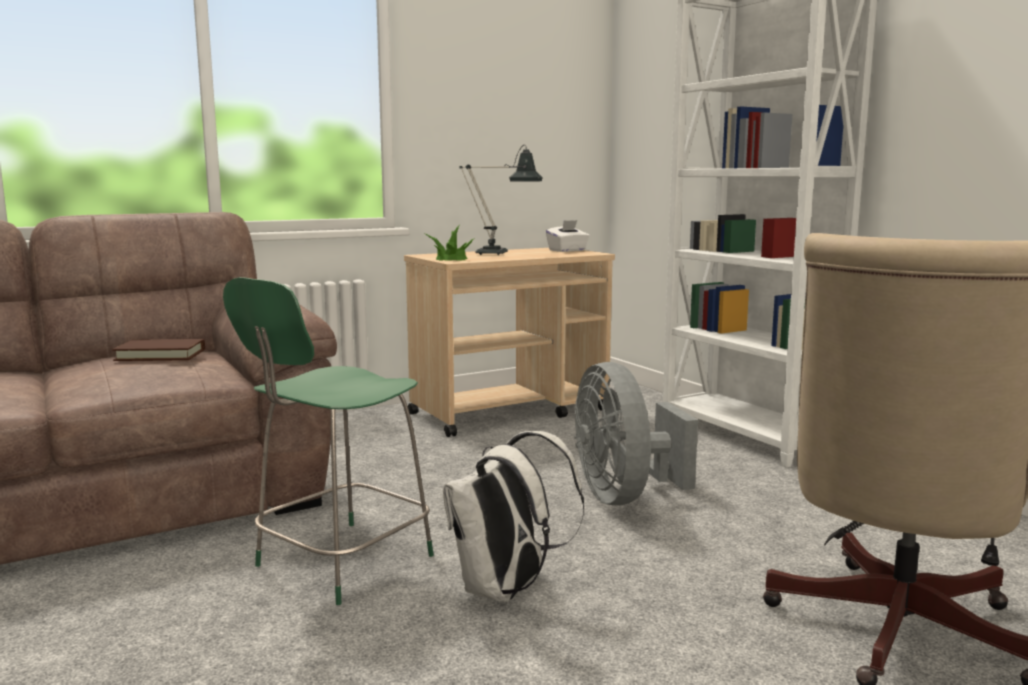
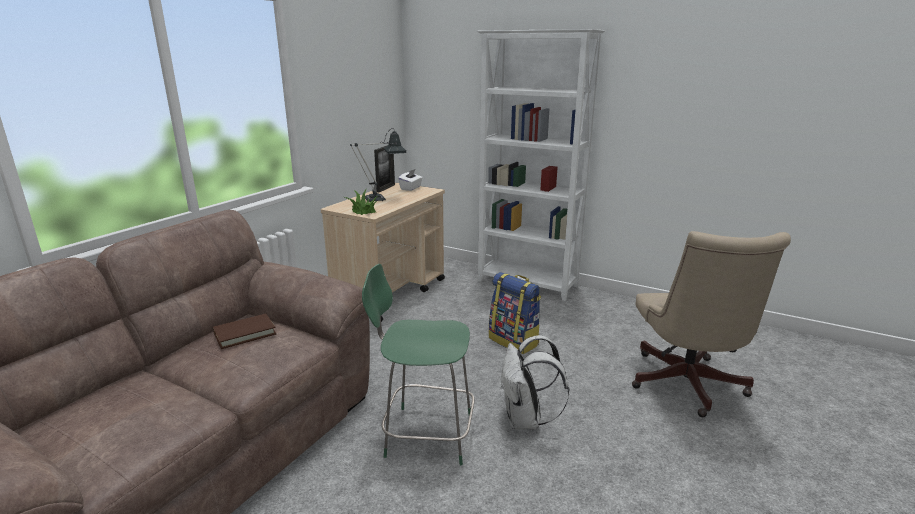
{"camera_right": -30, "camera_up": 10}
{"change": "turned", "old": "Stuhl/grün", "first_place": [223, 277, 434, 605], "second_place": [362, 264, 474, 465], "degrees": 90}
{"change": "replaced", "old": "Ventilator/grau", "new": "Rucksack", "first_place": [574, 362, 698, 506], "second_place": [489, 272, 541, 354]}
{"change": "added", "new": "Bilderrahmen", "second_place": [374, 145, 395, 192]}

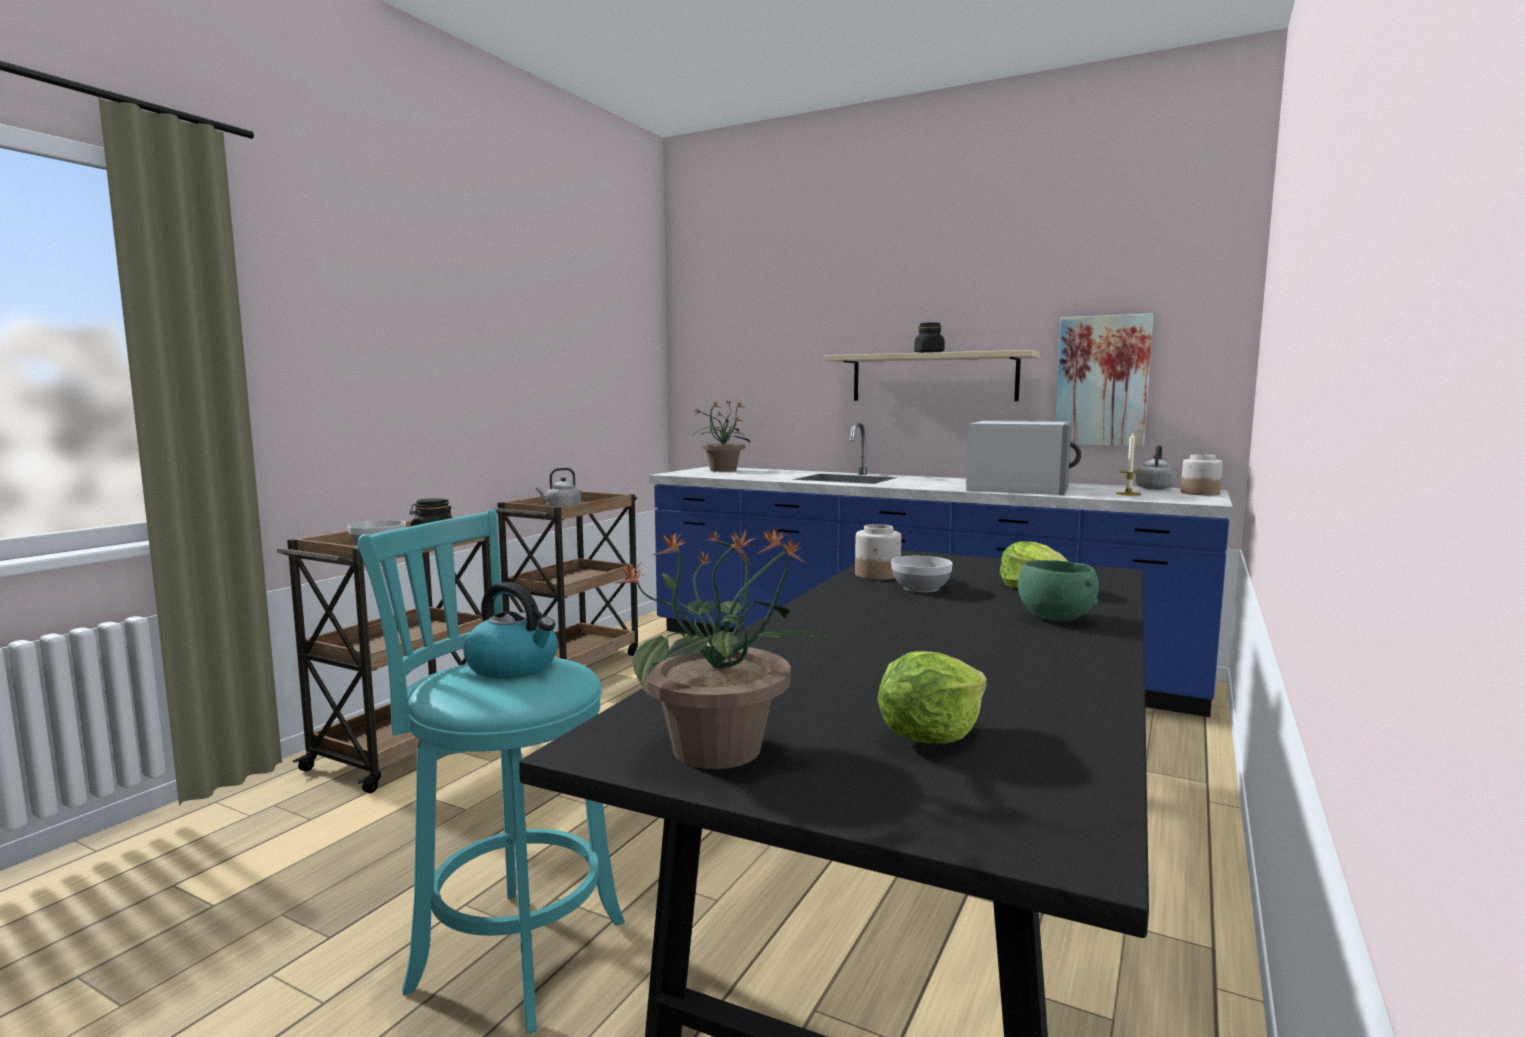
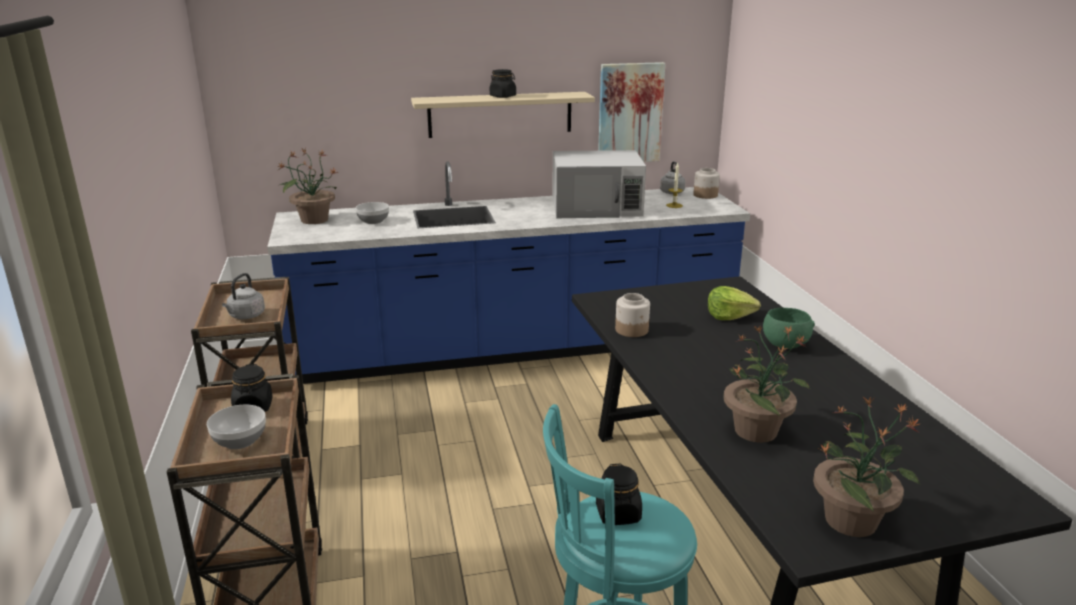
{"camera_right": -40, "camera_up": 15}
{"change": "turned", "old": "Mikrowelle/weiß", "first_place": [966, 420, 1081, 495], "second_place": [552, 150, 646, 218], "degrees": 105}
{"change": "moved", "old": "Schüssel", "first_place": [891, 556, 953, 592], "second_place": [355, 202, 389, 224]}
{"change": "replaced", "old": "Wasserkessel", "new": "Vorratsglas/schwarz", "first_place": [464, 582, 558, 679], "second_place": [596, 463, 642, 525]}
{"change": "removed", "old": "Salatkopf", "first_place": [877, 651, 987, 743]}
{"change": "added", "new": "Topfpflanze", "second_place": [723, 326, 811, 443]}

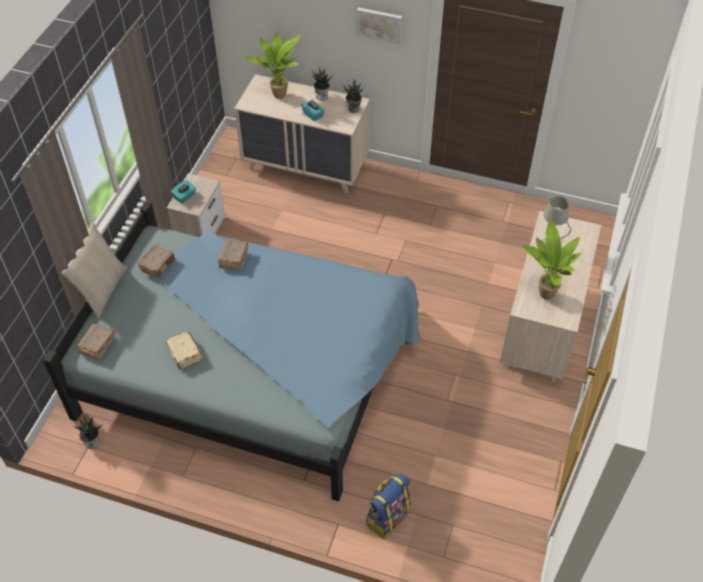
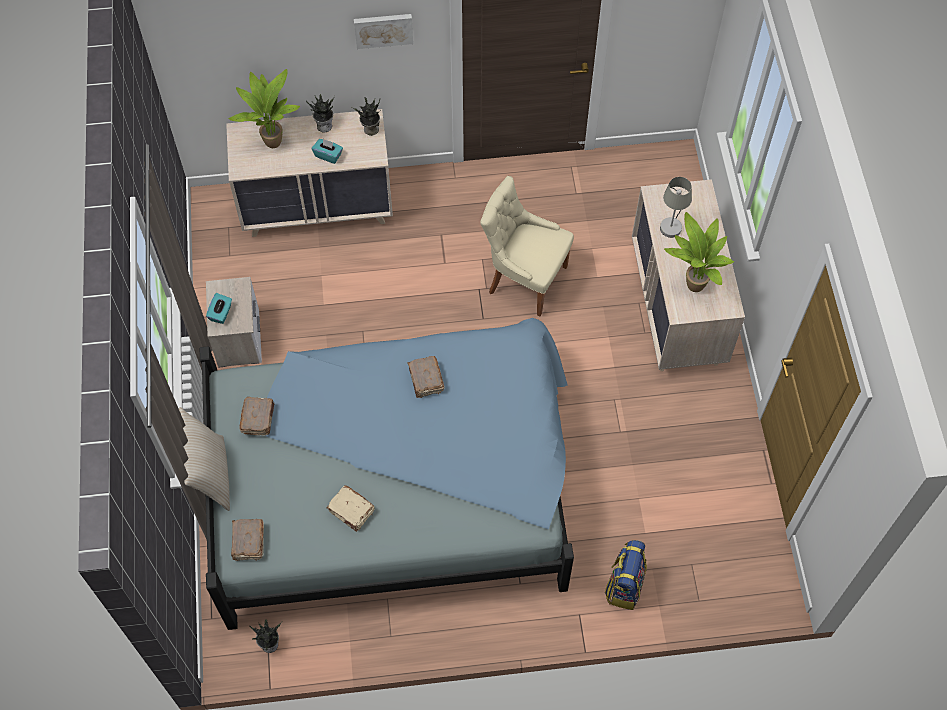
{"camera_right": -25, "camera_up": 10}
{"change": "moved", "old": "Buch/braun", "first_place": [218, 239, 248, 271], "second_place": [407, 356, 445, 398]}
{"change": "added", "new": "Stuhl/beige", "second_place": [480, 176, 574, 316]}

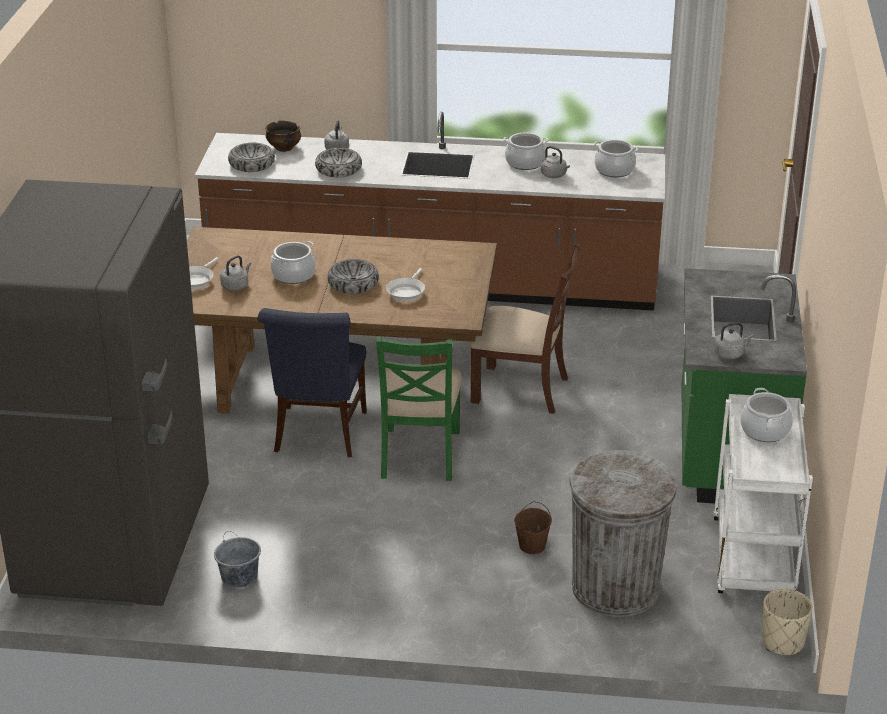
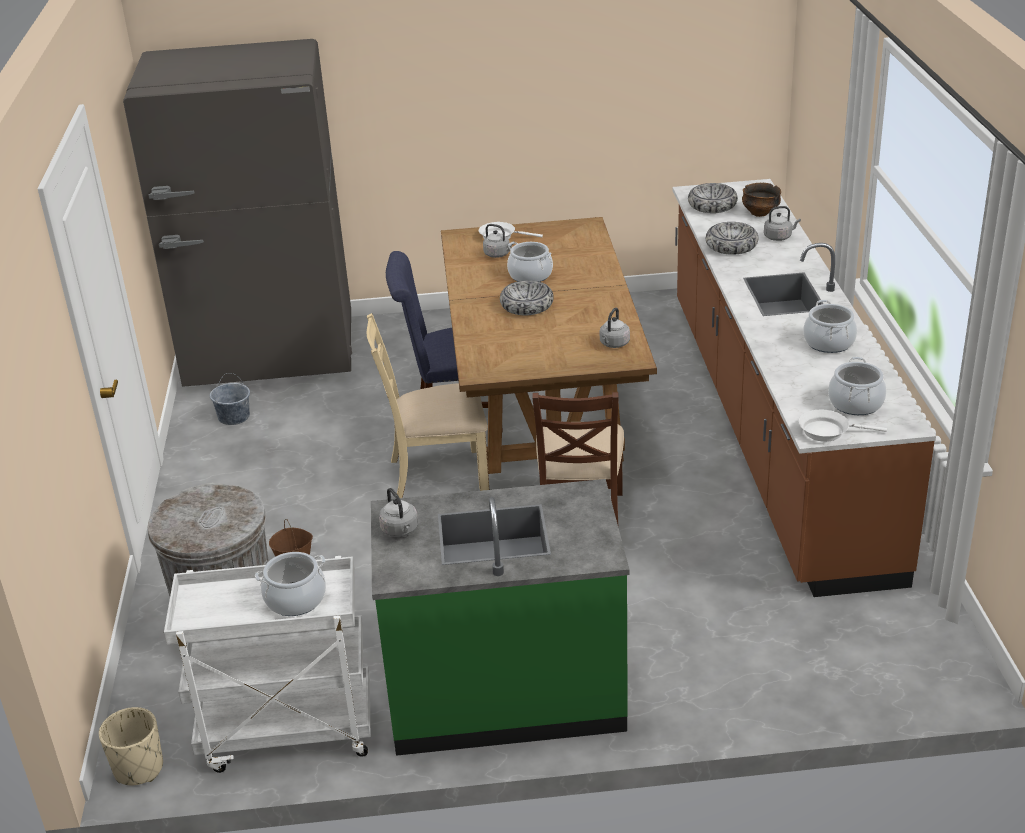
{"camera_right": 80, "camera_up": 0}
{"change": "moved", "old": "Wasserkessel/grau", "first_place": [541, 146, 570, 178], "second_place": [600, 308, 630, 348]}
{"change": "moved", "old": "Pfanne/weiß", "first_place": [386, 268, 425, 302], "second_place": [799, 410, 887, 442]}
{"change": "recoloured", "old": "Stuhl/grün", "new": "Stuhl/beige", "first_place": [376, 337, 462, 481], "second_place": [367, 313, 489, 498]}

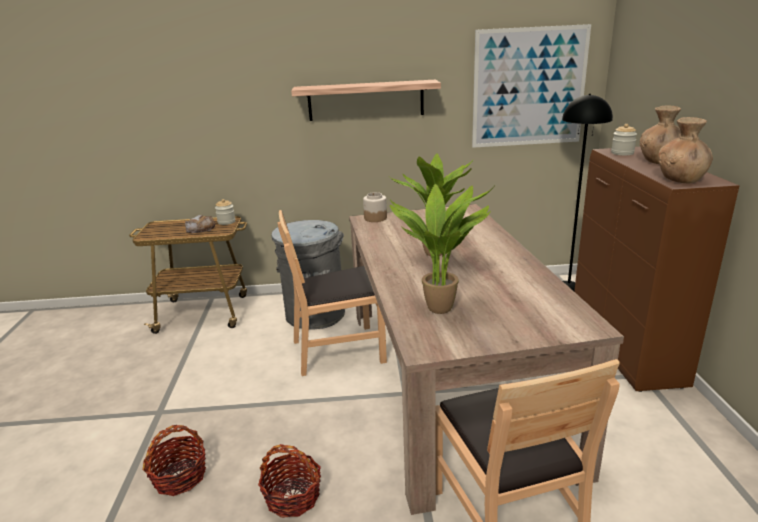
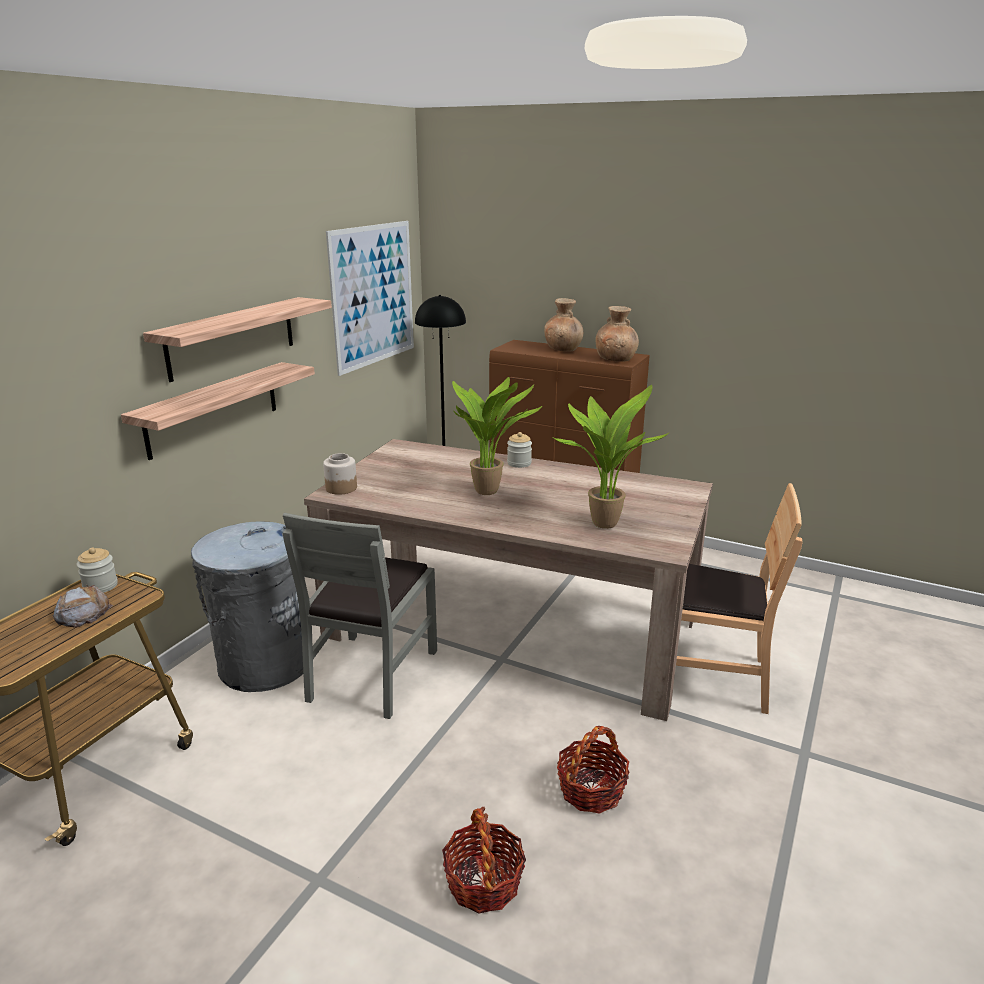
{"camera_right": -60, "camera_up": 0}
{"change": "moved", "old": "Vorratsglas", "first_place": [611, 124, 637, 156], "second_place": [507, 432, 532, 468]}
{"change": "recoloured", "old": "Stuhl/braun", "new": "Stuhl/grau", "first_place": [278, 210, 387, 376], "second_place": [283, 513, 437, 719]}
{"change": "added", "new": "Wandregal", "second_place": [121, 362, 315, 460]}

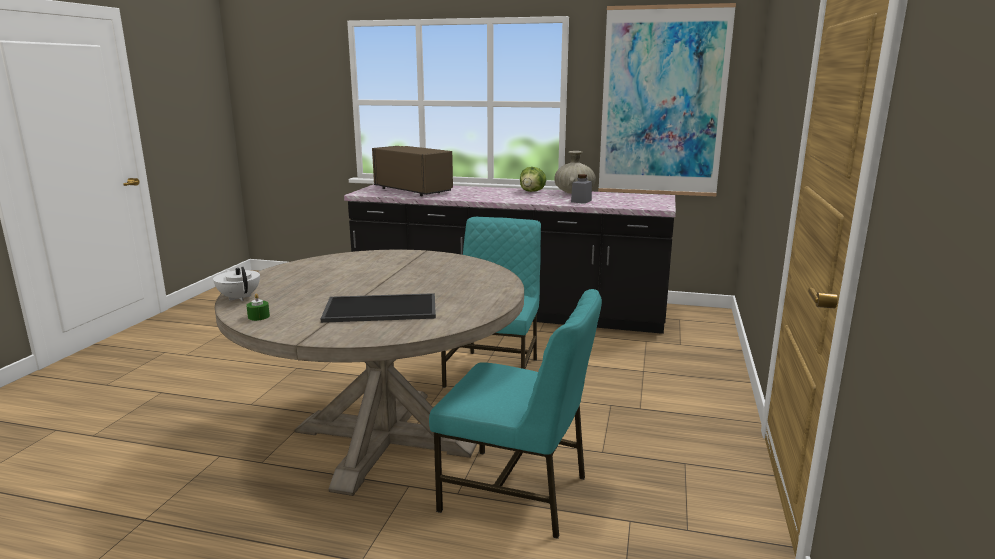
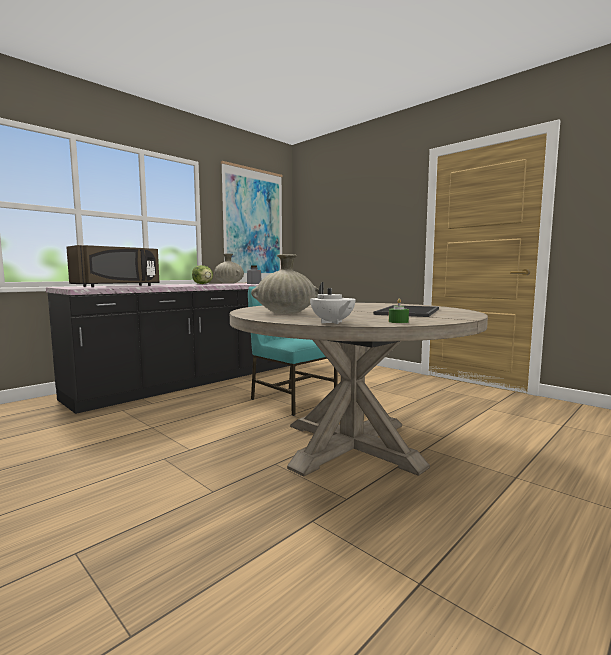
{"camera_right": -60, "camera_up": -10}
{"change": "turned", "old": "Mikrowelle/braun", "first_place": [372, 146, 453, 196], "second_place": [66, 245, 160, 287], "degrees": 150}
{"change": "turned", "old": "Teekanne/weiß", "first_place": [213, 267, 260, 301], "second_place": [310, 282, 356, 324], "degrees": -105}
{"change": "removed", "old": "Stuhl/türkis", "first_place": [429, 289, 602, 539]}
{"change": "added", "new": "Vase/beige", "second_place": [251, 254, 319, 314]}

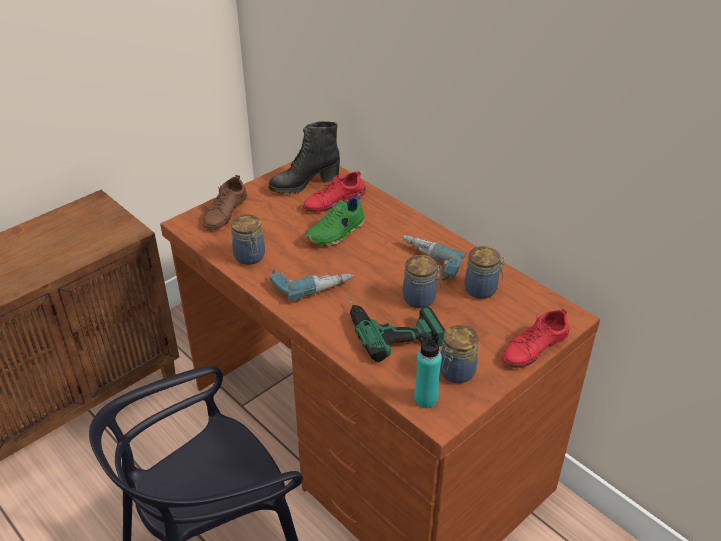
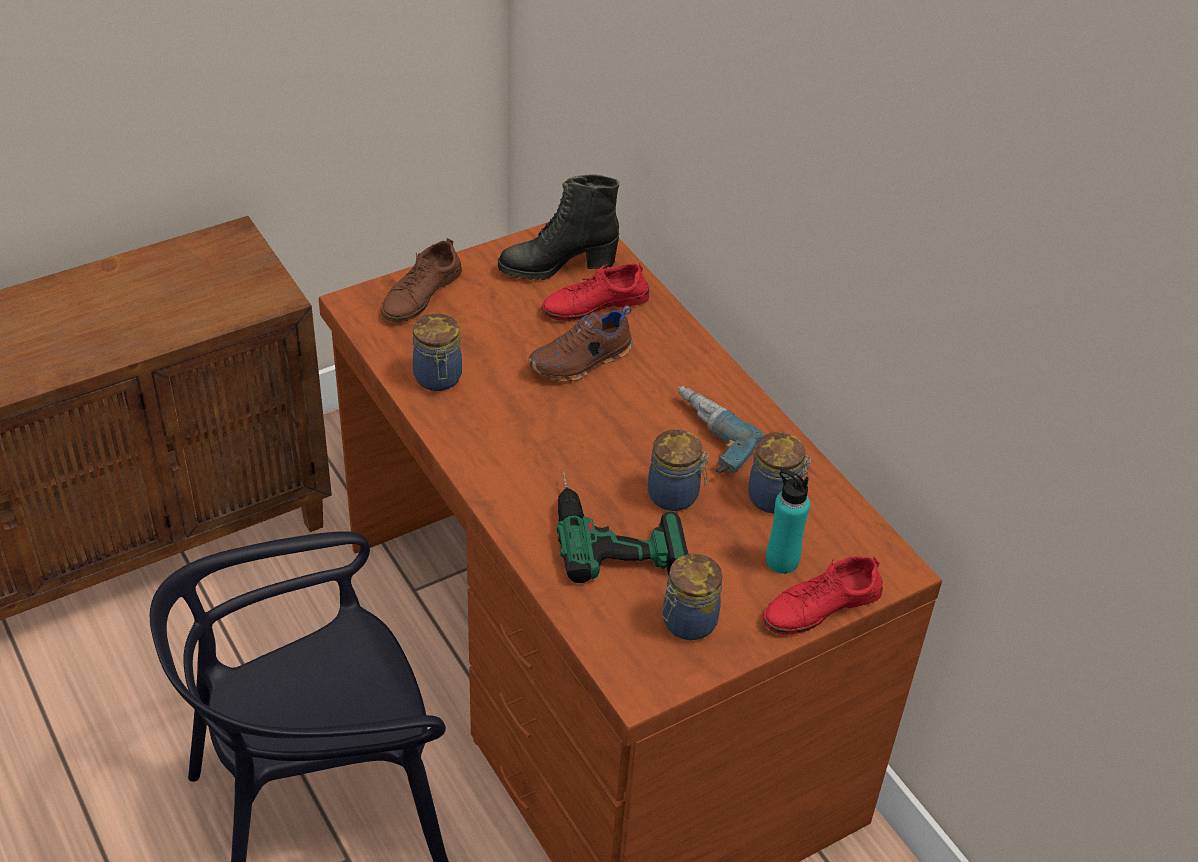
{"camera_right": 10, "camera_up": 5}
{"change": "recoloured", "old": "Schuh/grün", "new": "Schuh/braun", "first_place": [306, 194, 365, 246], "second_place": [528, 305, 633, 382]}
{"change": "removed", "old": "Bohrmaschine", "first_place": [269, 270, 353, 301]}
{"change": "moved", "old": "Flasche/türkis", "first_place": [414, 334, 442, 408], "second_place": [766, 469, 810, 574]}

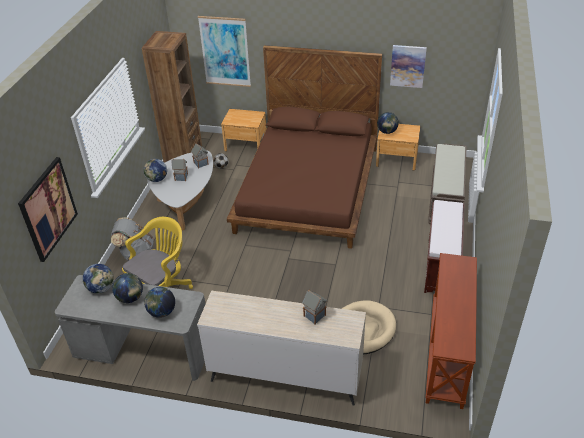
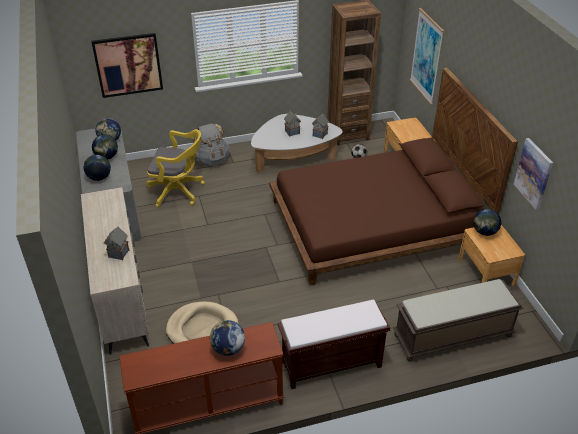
{"camera_right": 60, "camera_up": 0}
{"change": "moved", "old": "Globus", "first_place": [143, 159, 167, 182], "second_place": [210, 320, 245, 356]}

